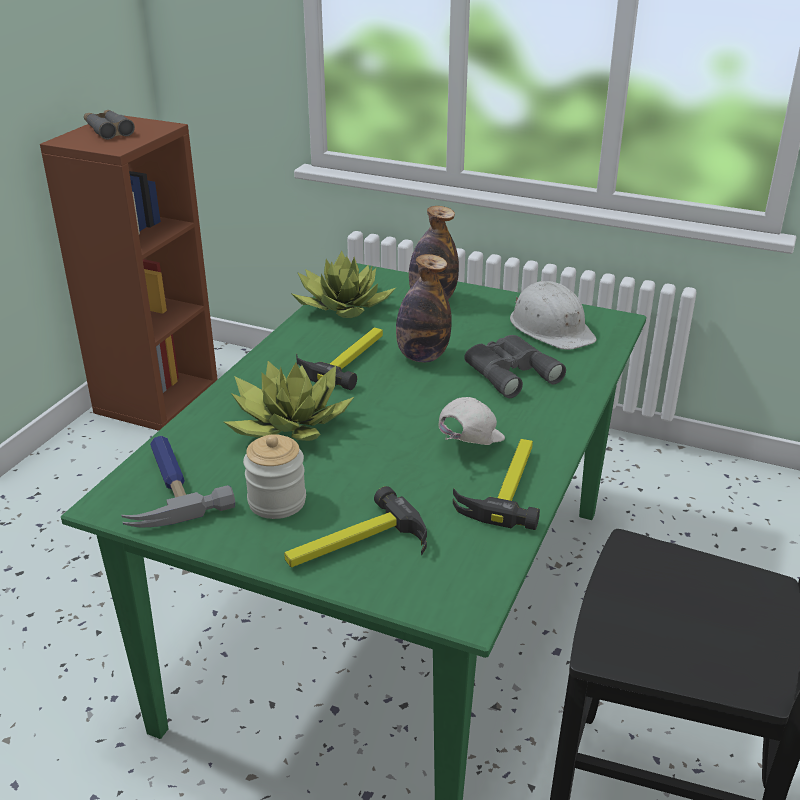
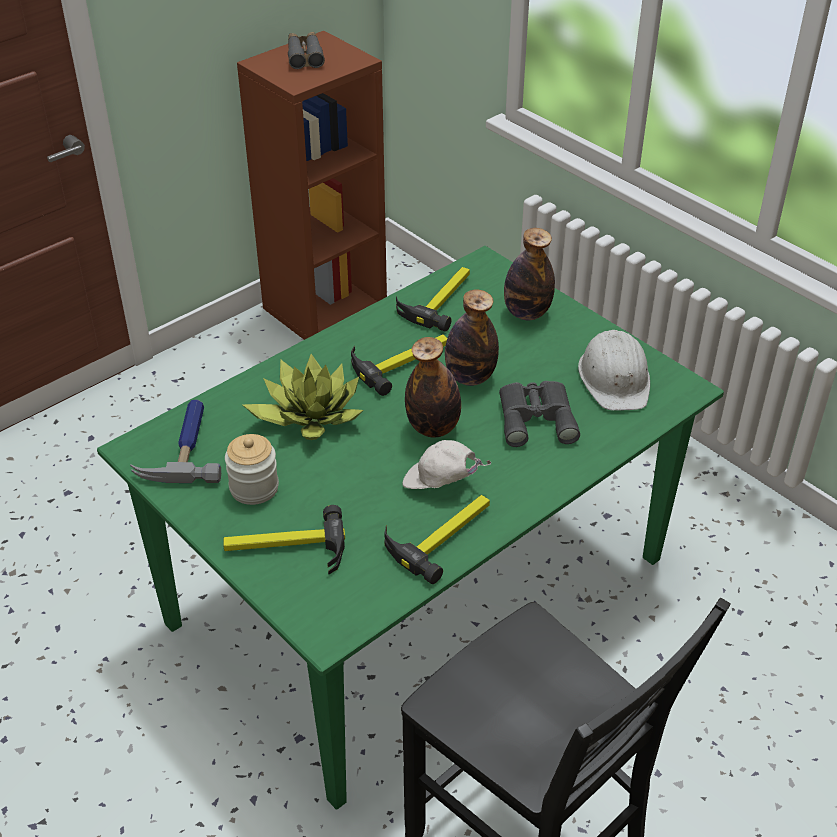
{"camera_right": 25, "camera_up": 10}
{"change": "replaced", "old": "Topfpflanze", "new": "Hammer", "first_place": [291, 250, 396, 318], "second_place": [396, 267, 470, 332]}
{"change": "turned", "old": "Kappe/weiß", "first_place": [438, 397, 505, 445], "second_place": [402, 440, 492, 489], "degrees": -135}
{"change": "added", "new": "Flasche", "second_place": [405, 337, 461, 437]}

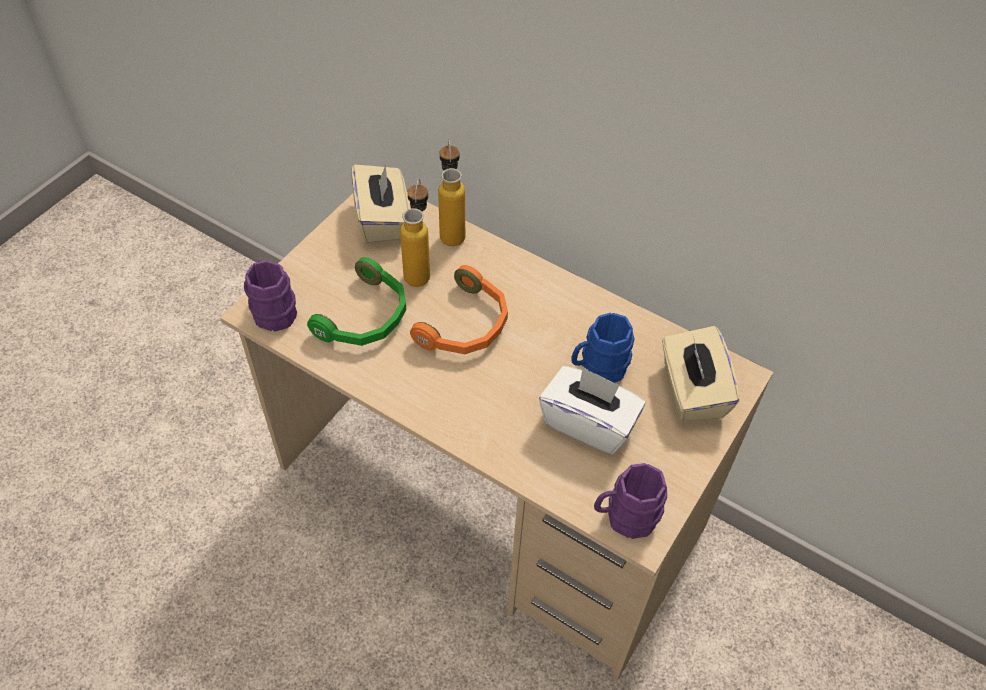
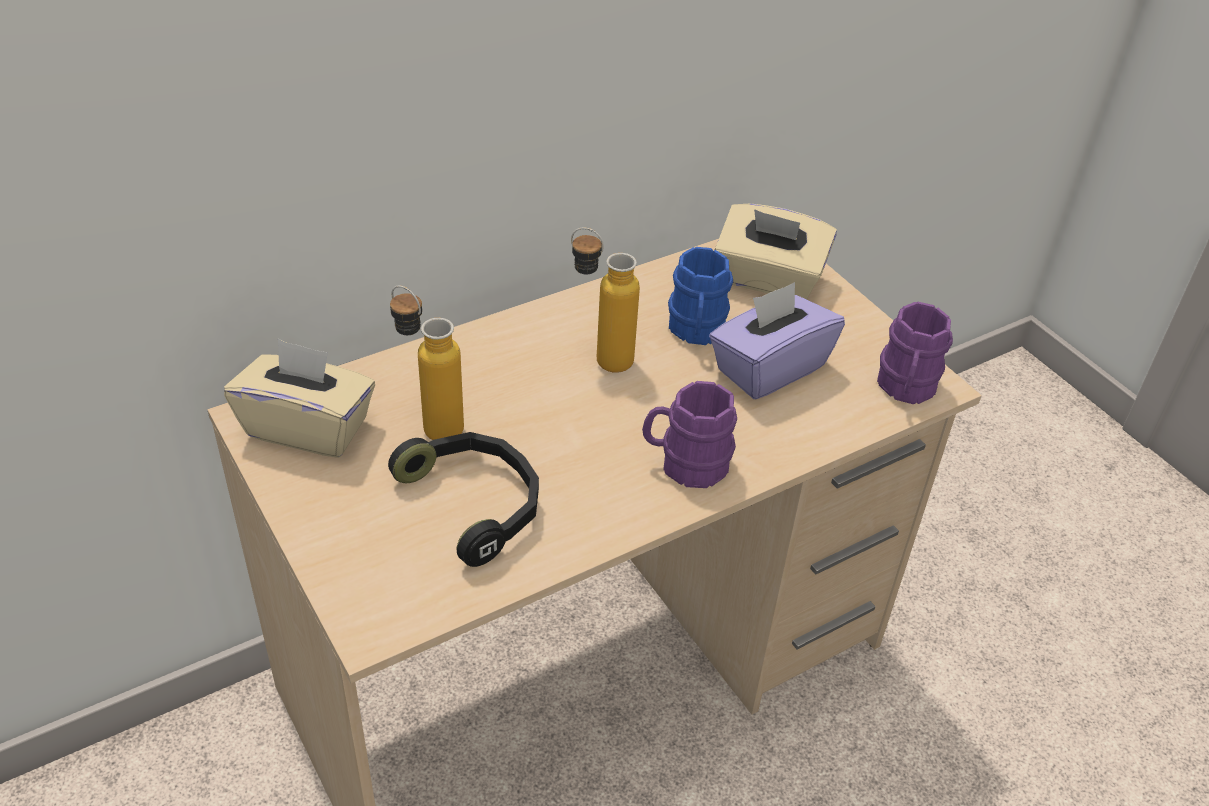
{"camera_right": -65, "camera_up": -10}
{"change": "moved", "old": "Flasche", "first_place": [438, 140, 465, 246], "second_place": [571, 227, 640, 373]}
{"change": "recoloured", "old": "Kopfhörer/grün", "new": "Kopfhörer/schwarz", "first_place": [307, 257, 406, 346], "second_place": [388, 432, 539, 567]}
{"change": "moved", "old": "Henkelbecher/lila", "first_place": [244, 260, 297, 331], "second_place": [642, 381, 737, 488]}
{"change": "removed", "old": "Kopfhörer/orange", "first_place": [410, 265, 508, 354]}
{"change": "recoloured", "old": "Taschentuchbox/weiß", "new": "Taschentuchbox/lila", "first_place": [539, 366, 645, 454], "second_place": [709, 282, 845, 399]}

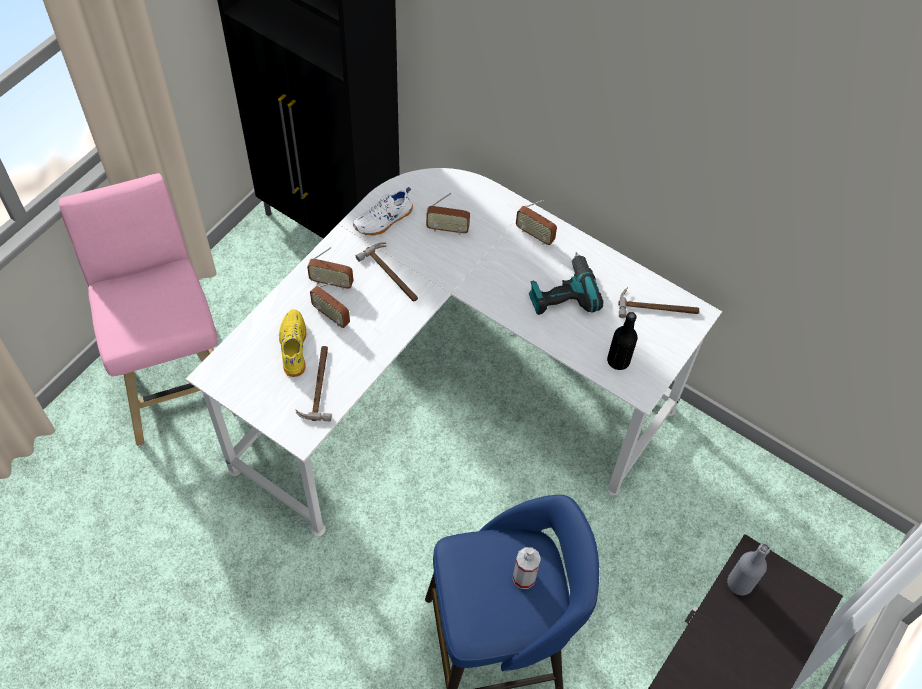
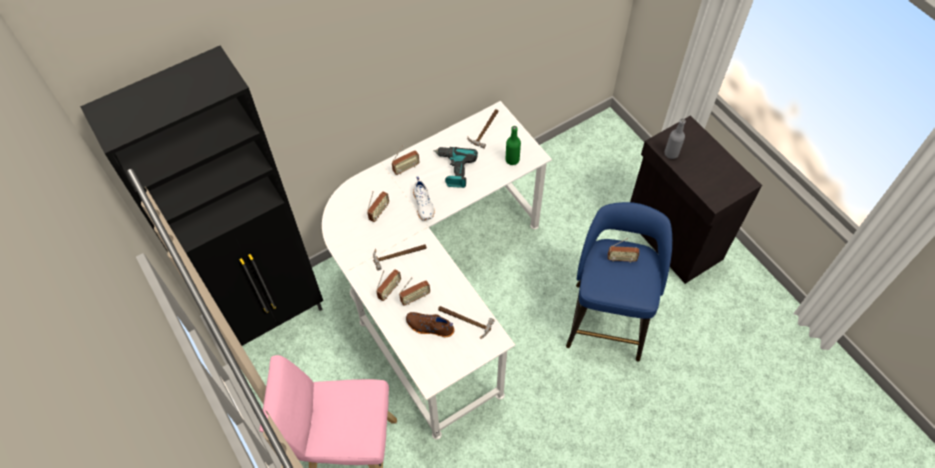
{"camera_right": -65, "camera_up": 0}
{"change": "moved", "old": "Schuh/weiß", "first_place": [353, 187, 413, 236], "second_place": [413, 177, 435, 220]}
{"change": "recoloured", "old": "Schuh/gelb", "new": "Schuh/braun", "first_place": [279, 309, 306, 377], "second_place": [406, 312, 454, 337]}
{"change": "recoloured", "old": "Flasche/schwarz", "new": "Flasche/grün", "first_place": [607, 312, 638, 370], "second_place": [505, 126, 521, 165]}
{"change": "replaced", "old": "Sprühflasche", "new": "Radio", "first_place": [513, 547, 541, 589], "second_place": [608, 238, 639, 263]}

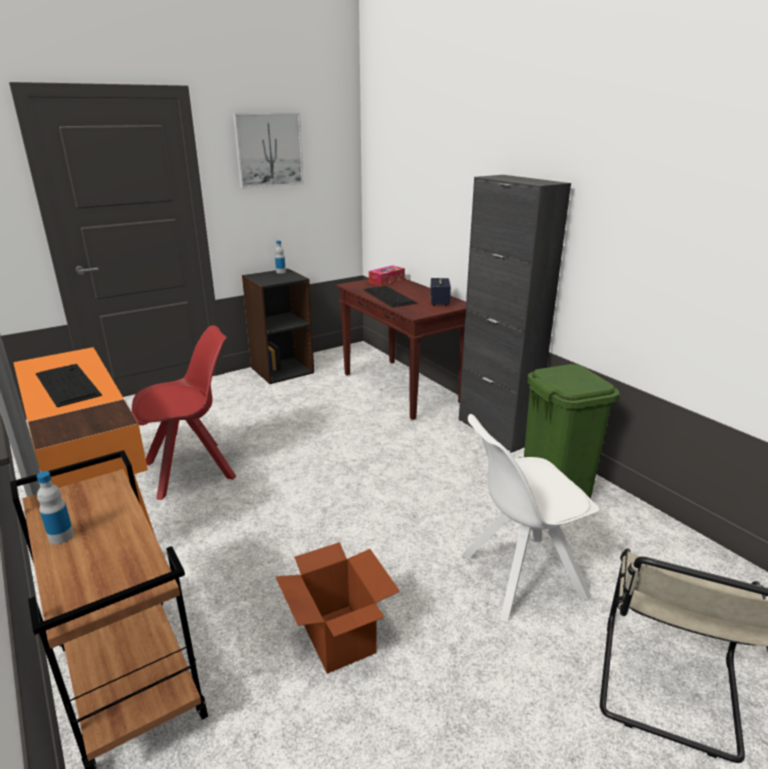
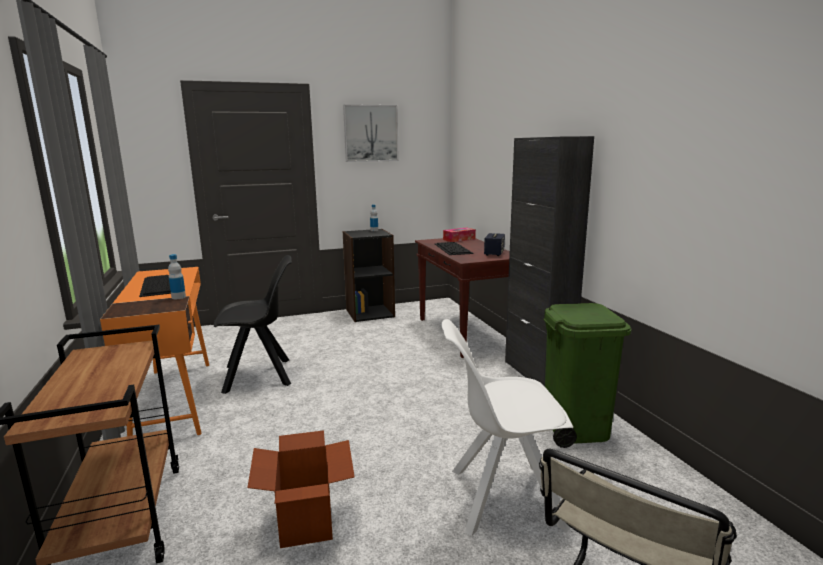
{"camera_right": 15, "camera_up": -10}
{"change": "recoloured", "old": "Stuhl/rot", "new": "Stuhl/schwarz", "first_place": [132, 325, 237, 500], "second_place": [214, 255, 292, 394]}
{"change": "moved", "old": "Flasche", "first_place": [36, 471, 74, 544], "second_place": [168, 254, 186, 299]}

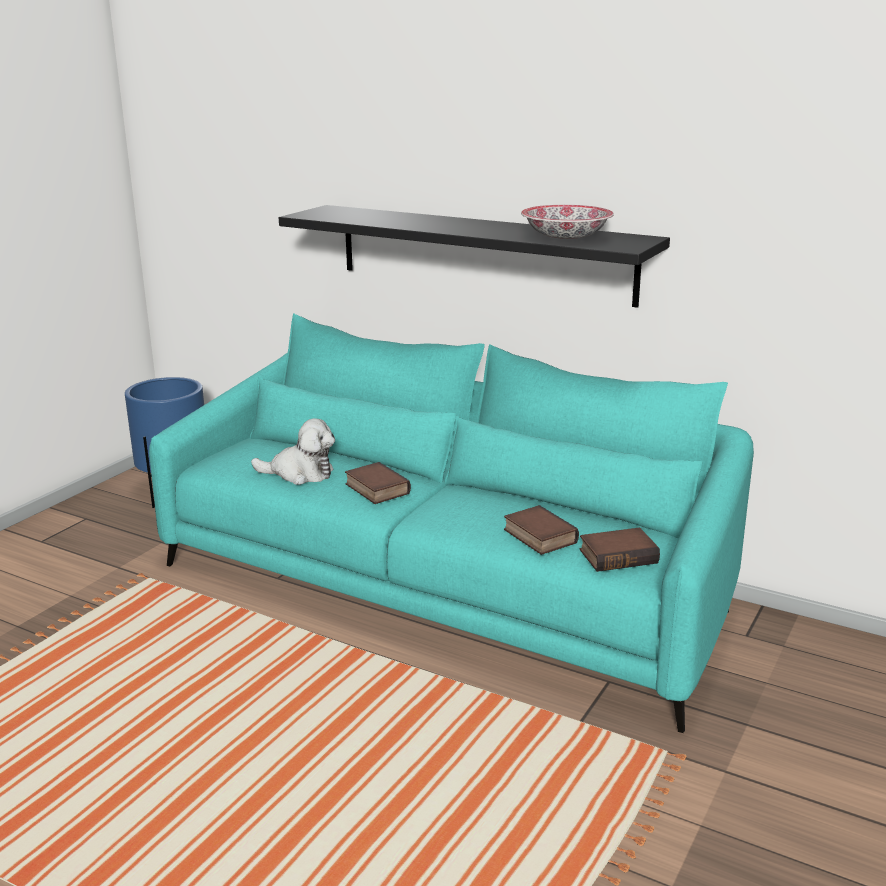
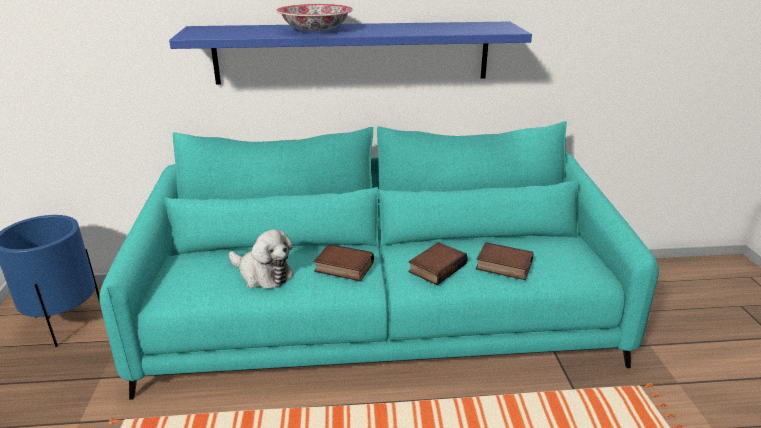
{"camera_right": -35, "camera_up": 5}
{"change": "recoloured", "old": "Wandregal/schwarz", "new": "Wandregal/blau", "first_place": [279, 205, 670, 308], "second_place": [169, 21, 532, 84]}
{"change": "moved", "old": "Schüssel", "first_place": [521, 205, 614, 239], "second_place": [276, 4, 353, 31]}
{"change": "turned", "old": "Plüschtier", "first_place": [251, 418, 335, 485], "second_place": [229, 229, 294, 289], "degrees": 60}
{"change": "moved", "old": "Buch", "first_place": [579, 527, 660, 572], "second_place": [409, 242, 468, 285]}

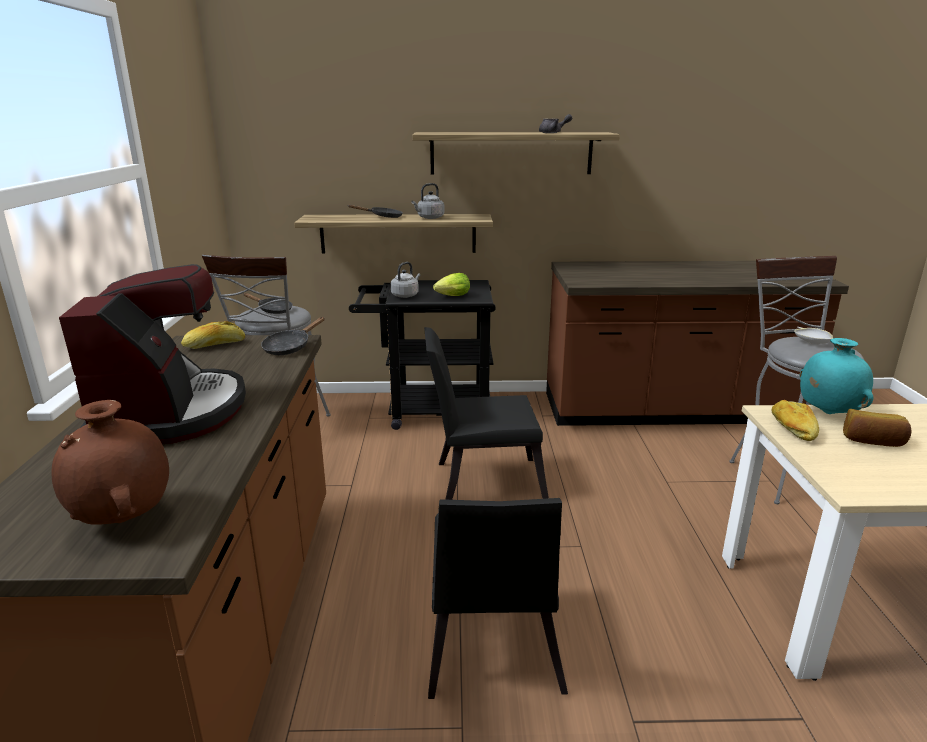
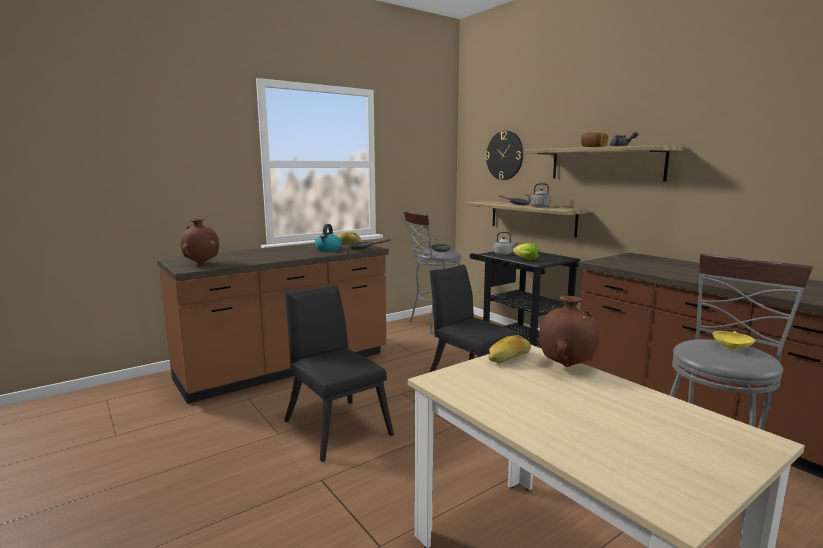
{"camera_right": 55, "camera_up": -10}
{"change": "removed", "old": "Kaffeemaschine", "first_place": [59, 264, 246, 444]}
{"change": "recoloured", "old": "Schüssel/weiß", "new": "Schüssel/gelb", "first_place": [794, 327, 833, 345], "second_place": [713, 331, 755, 350]}
{"change": "recoloured", "old": "Vase/türkis", "new": "Vase/braun", "first_place": [799, 338, 873, 414], "second_place": [539, 296, 599, 367]}
{"change": "moved", "old": "Brot", "first_place": [843, 409, 912, 447], "second_place": [581, 132, 608, 147]}
{"change": "turned", "old": "Stuhl/schwarz", "first_place": [428, 498, 568, 699], "second_place": [284, 284, 394, 462], "degrees": 90}
{"change": "added", "new": "Wanduhr", "second_place": [485, 131, 523, 180]}
{"change": "added", "new": "Wasserkessel", "second_place": [315, 224, 342, 251]}

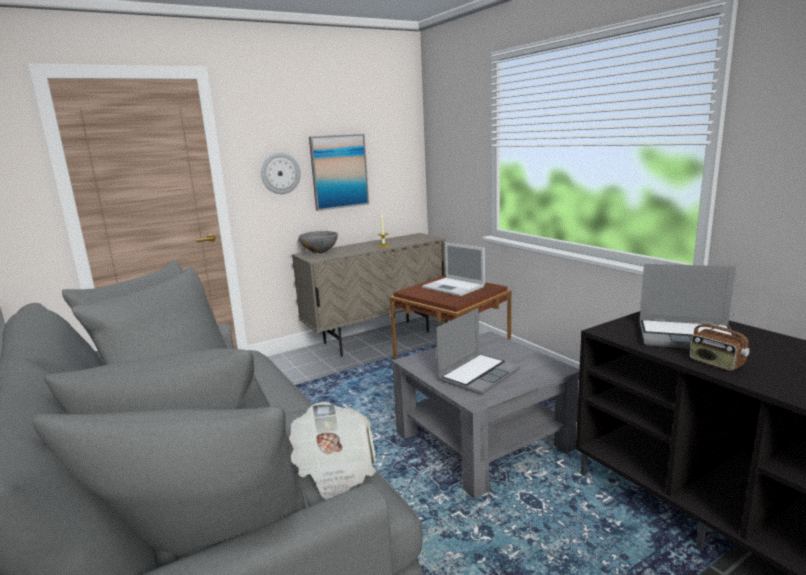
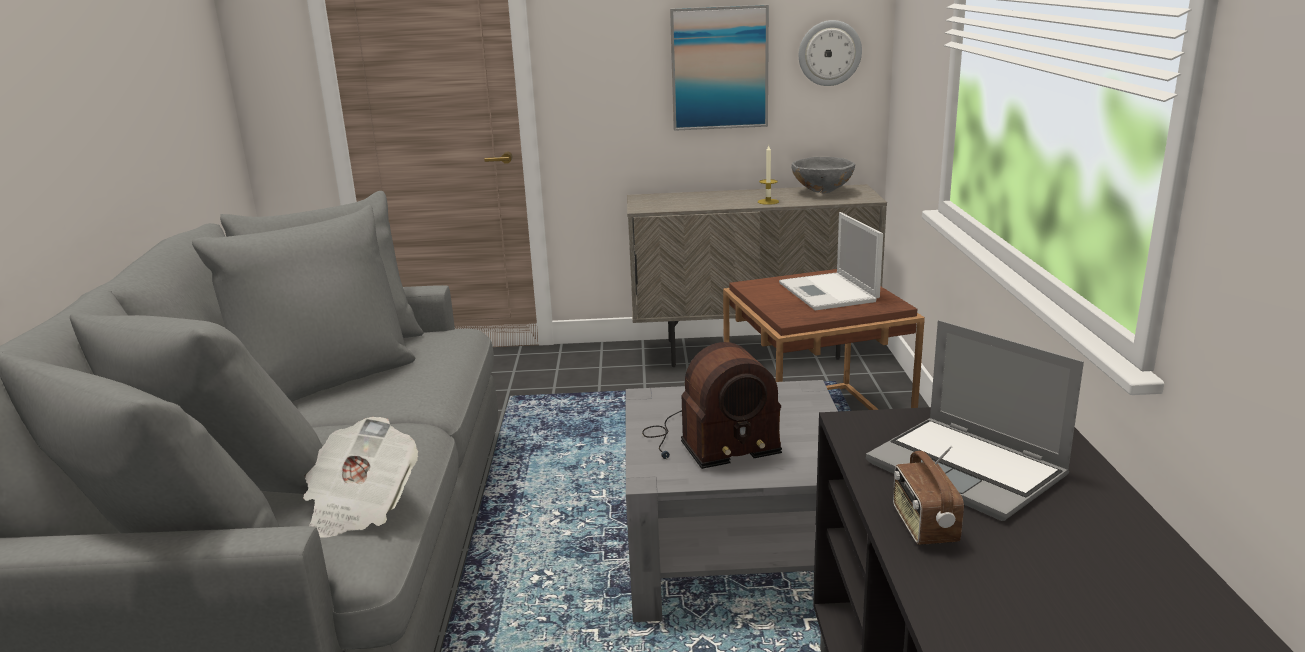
{"camera_right": 30, "camera_up": 5}
{"change": "moved", "old": "Wanduhr", "first_place": [261, 153, 301, 194], "second_place": [799, 20, 862, 86]}
{"change": "moved", "old": "Schüssel/grau", "first_place": [298, 231, 338, 253], "second_place": [792, 157, 855, 193]}
{"change": "replaced", "old": "Laptop", "new": "Radio", "first_place": [436, 308, 521, 395], "second_place": [642, 342, 782, 469]}

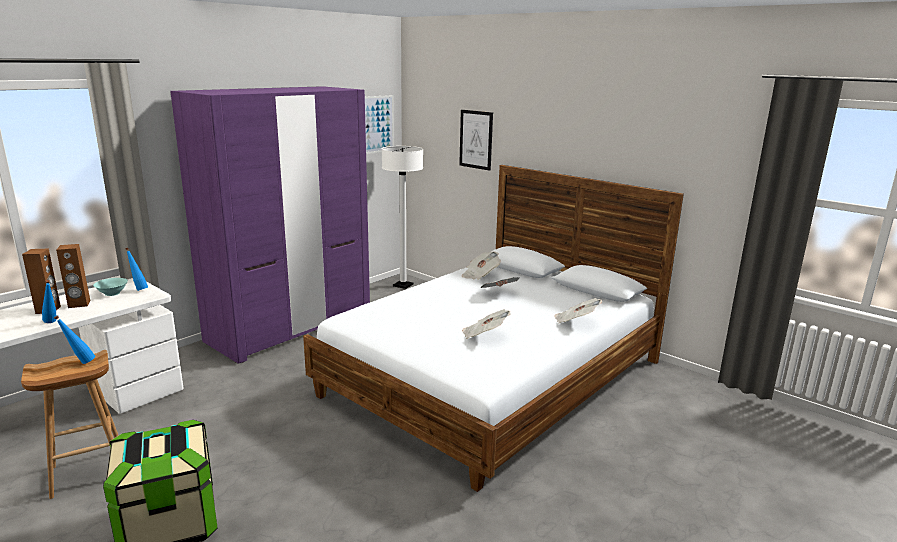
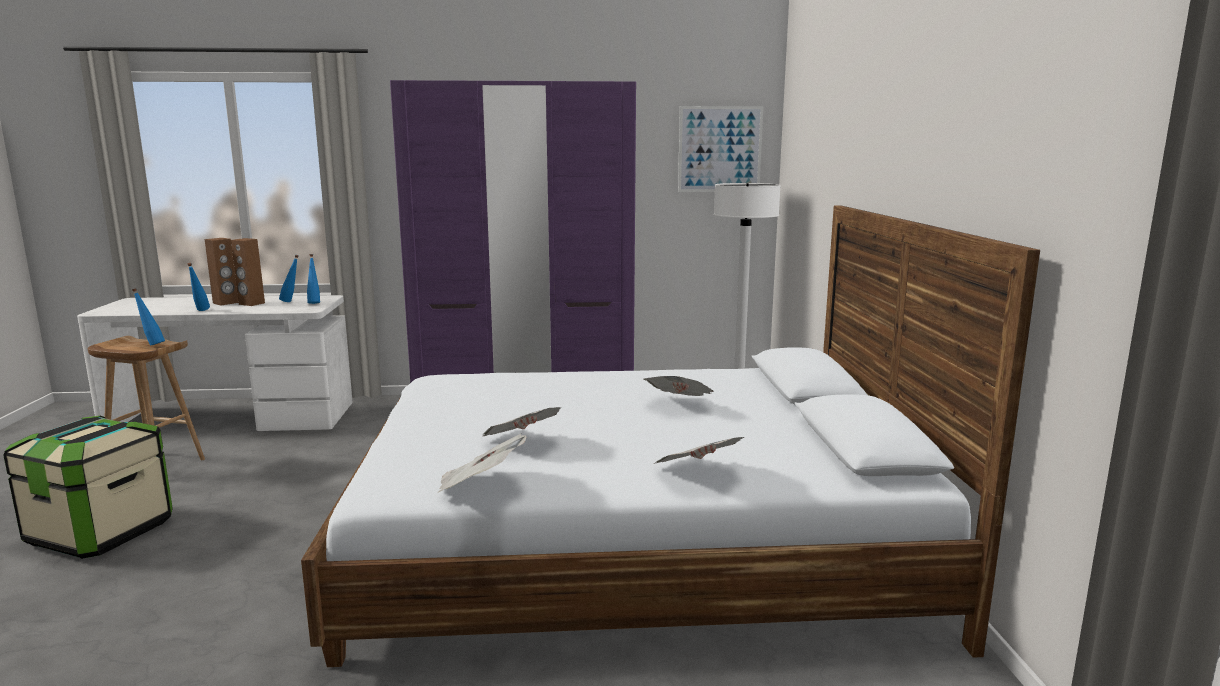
{"camera_right": 45, "camera_up": -5}
{"change": "removed", "old": "Bild", "first_place": [459, 110, 493, 171]}
{"change": "moved", "old": "Zeitung", "first_place": [462, 251, 501, 280], "second_place": [438, 433, 527, 493]}
{"change": "replaced", "old": "Schüssel/türkis", "new": "Flasche/blau", "first_place": [93, 278, 128, 296], "second_place": [279, 255, 298, 302]}

